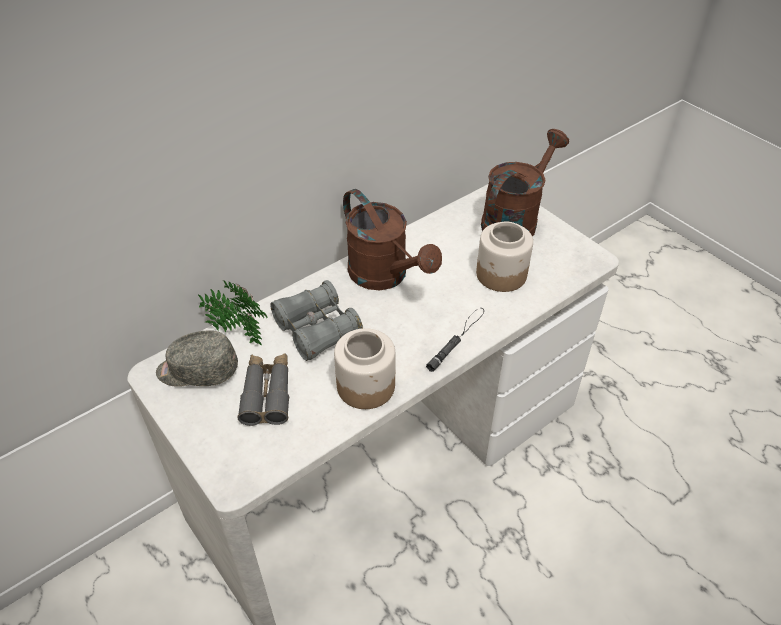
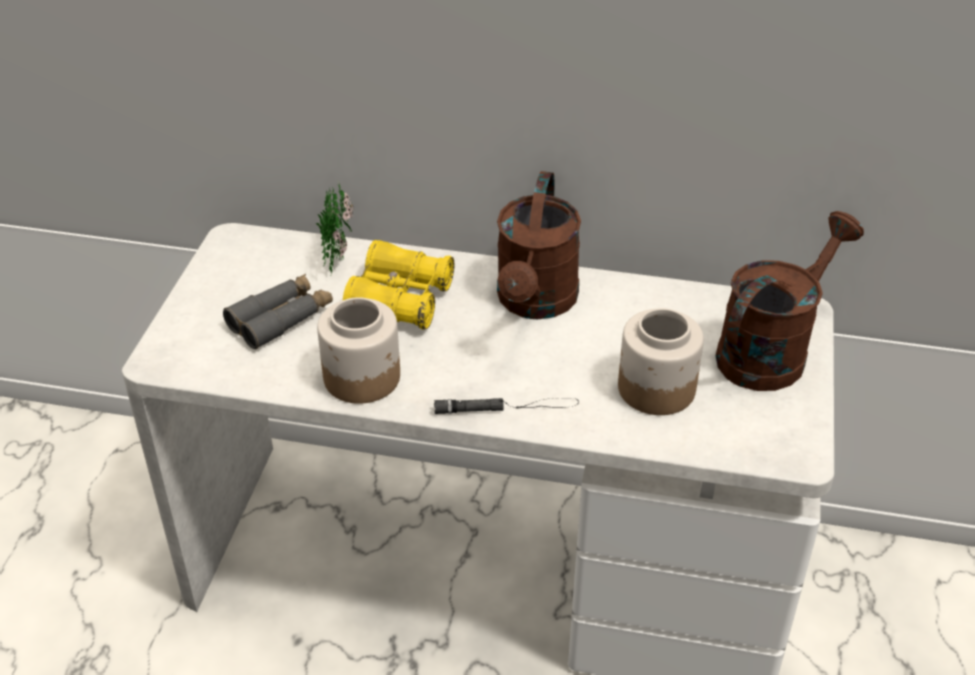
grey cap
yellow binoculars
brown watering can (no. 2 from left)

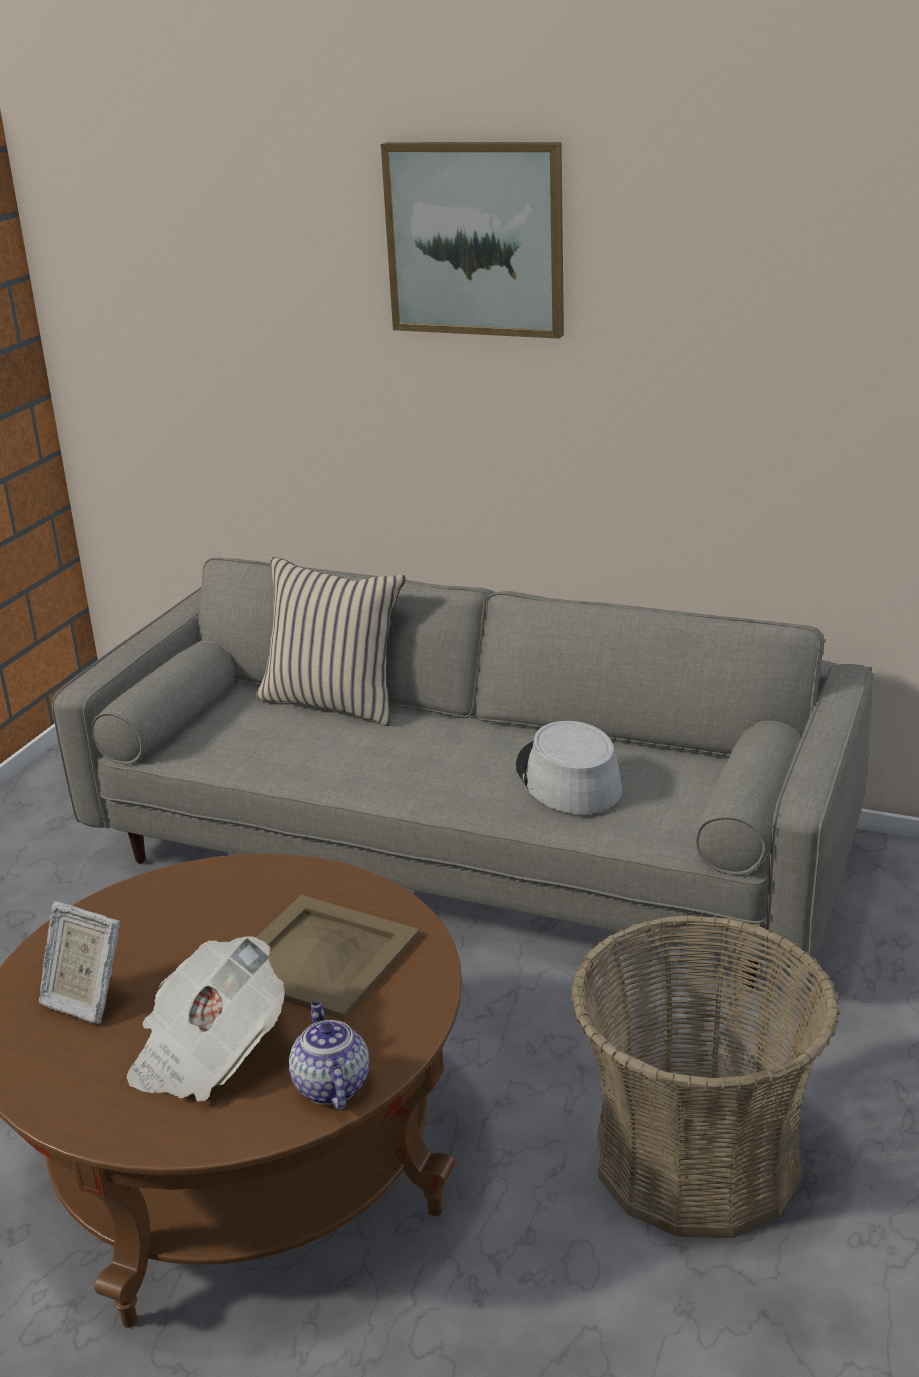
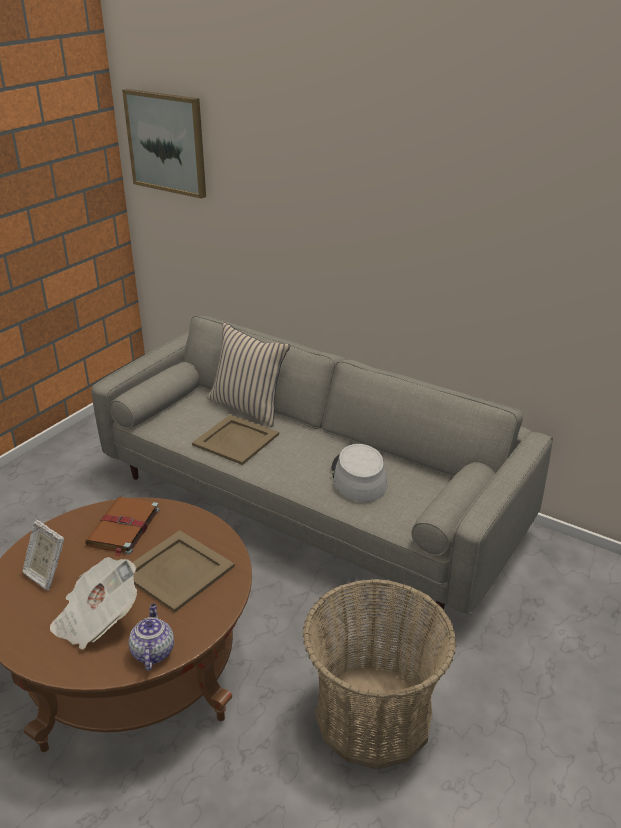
picture
brown book
beige tray (no. 2 from left)

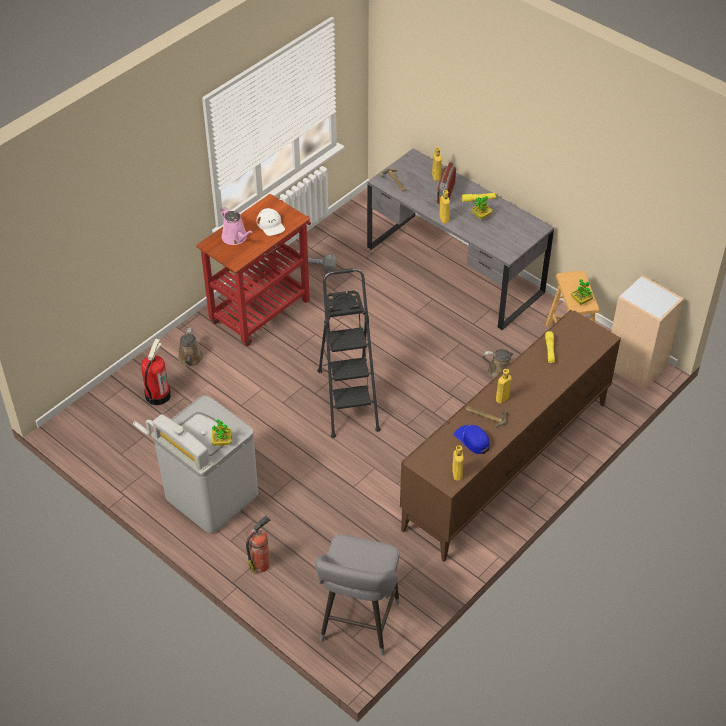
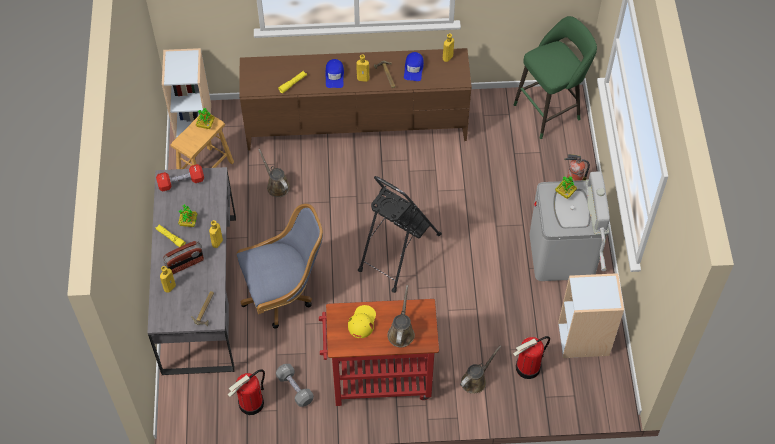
brown watering can (no. 2 from left)
yellow cap
green stool
red dumbbell
fire extinguisher (no. 1 from left)
blue office chair
blue cap (no. 1 from left)
bookcase (no. 2 from left)

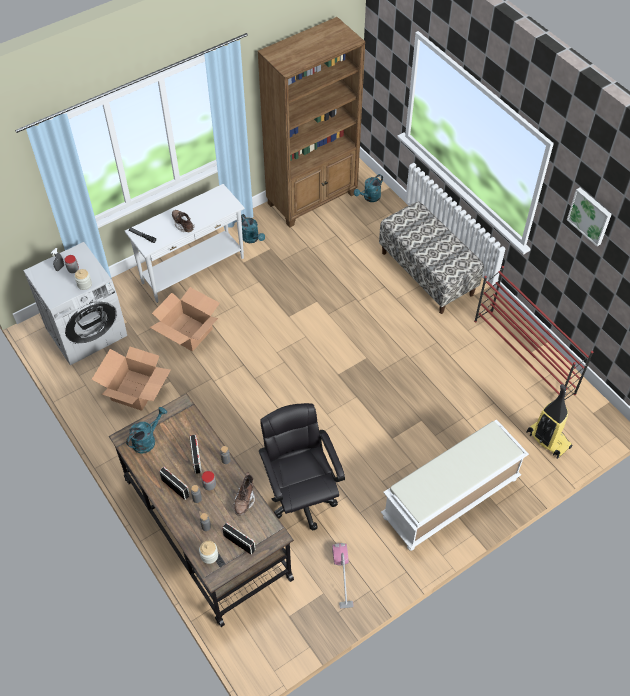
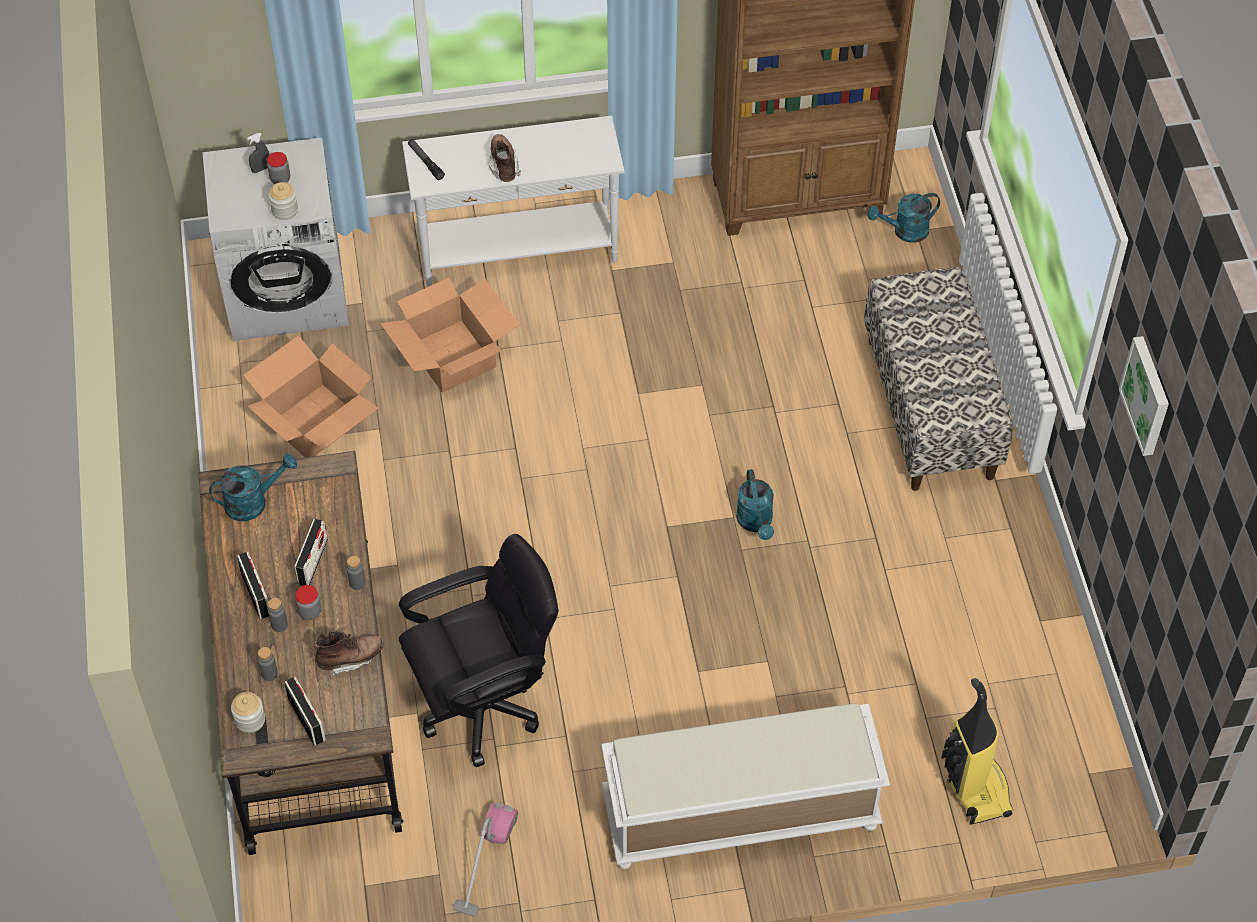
brown boot (no. 1 from left)
turquoise watering can (no. 2 from left)
black office chair
red shoe rack

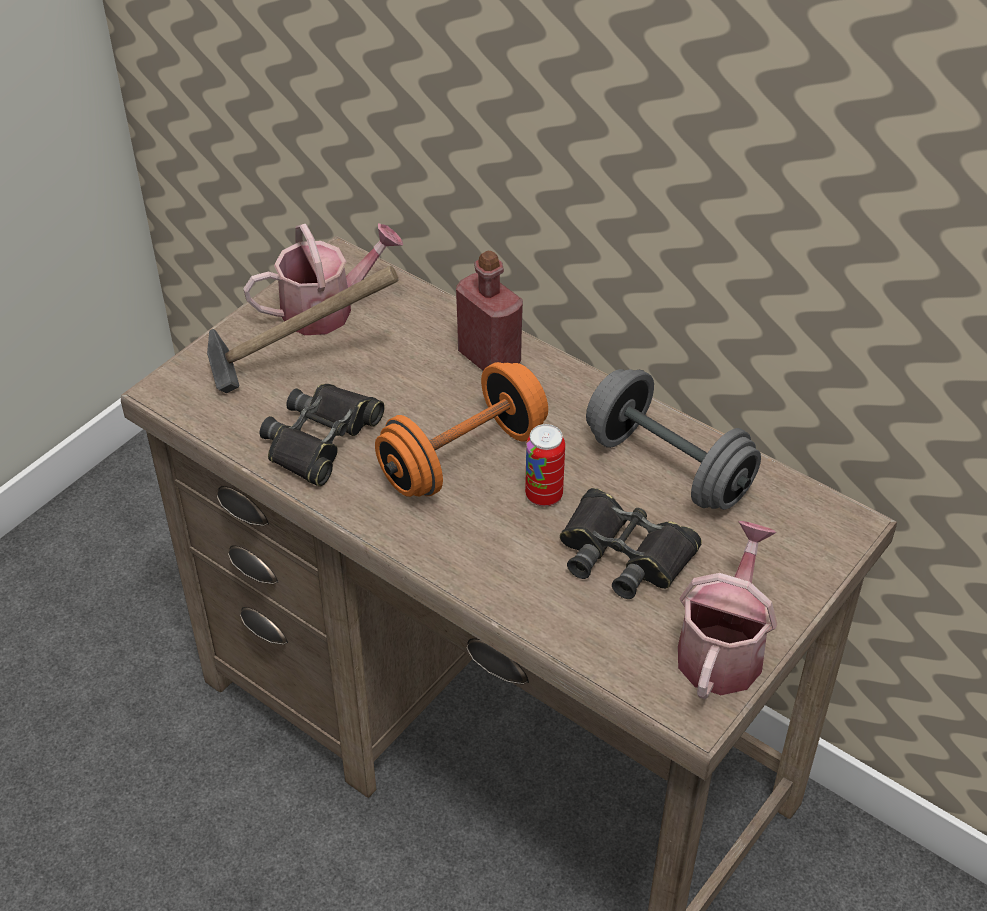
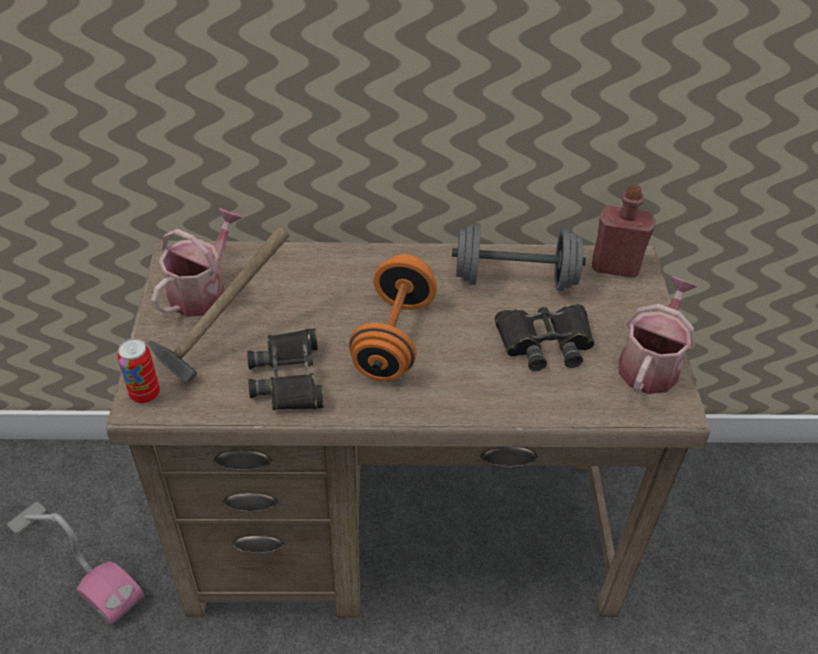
red bottle
can
watering can (no. 2 from left)
vacuum cleaner

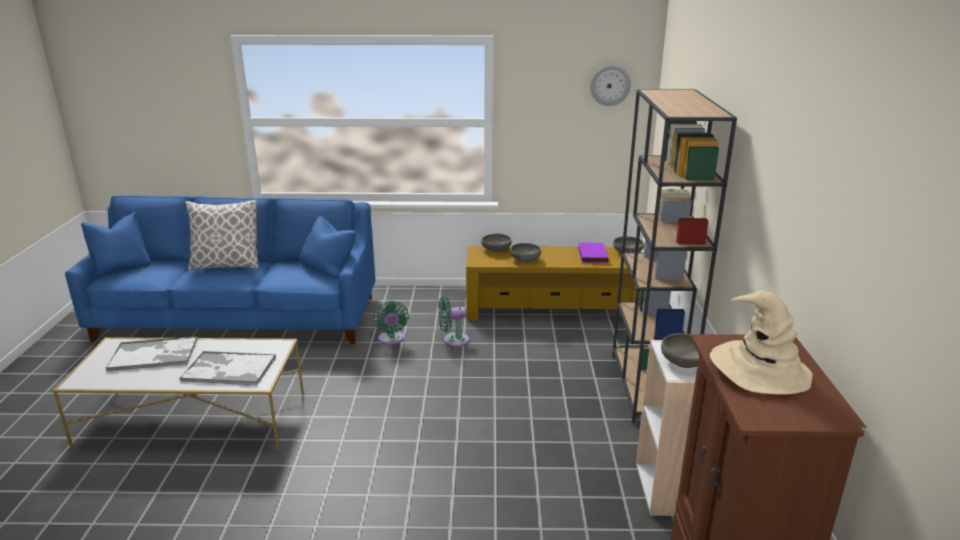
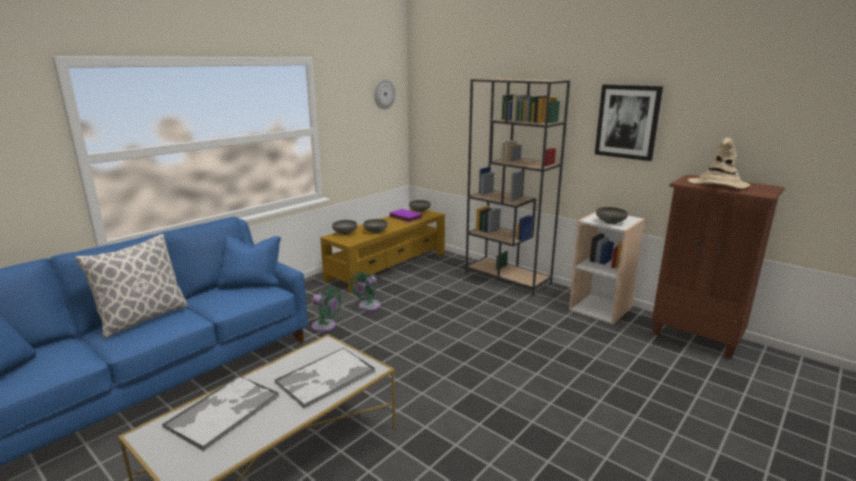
picture

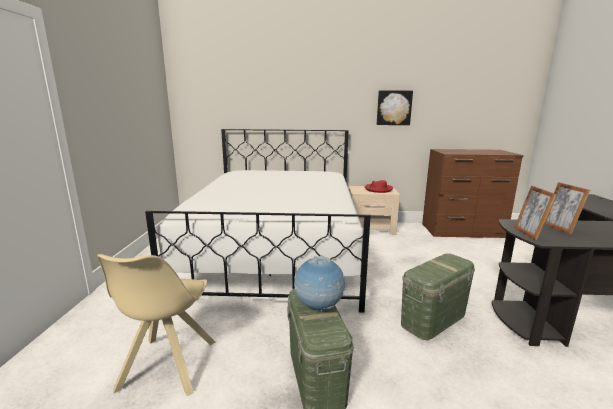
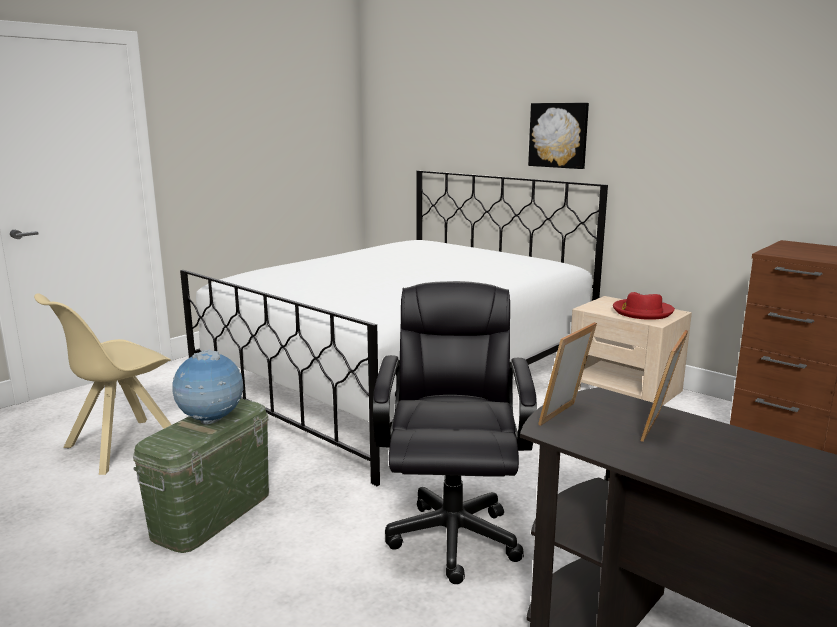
picture
black office chair

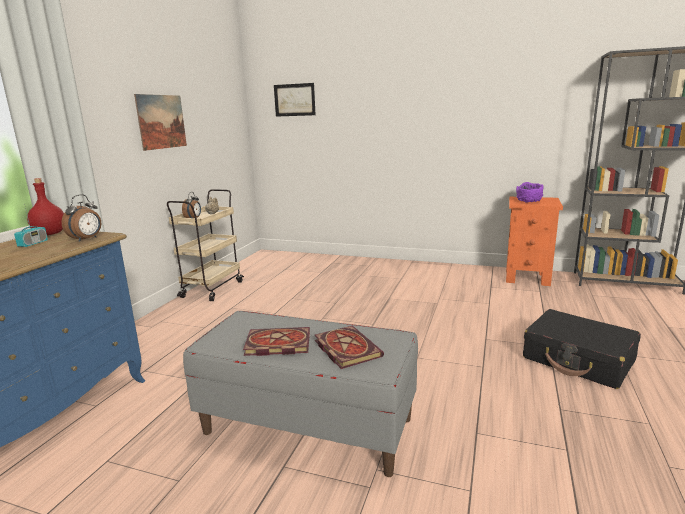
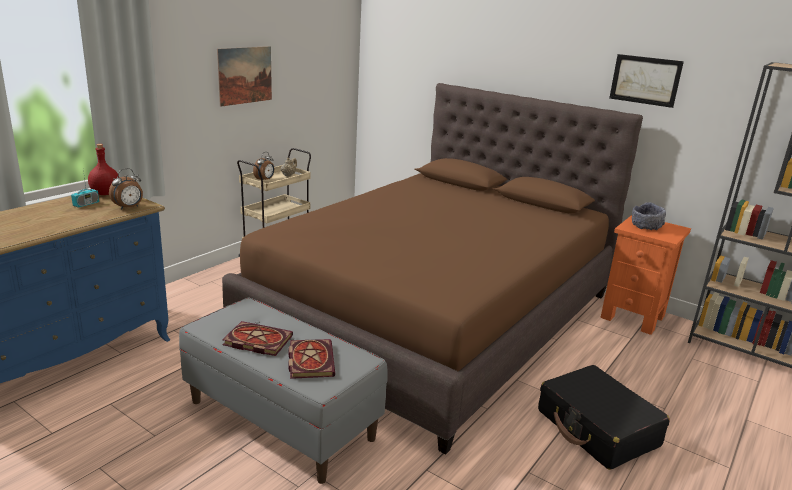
picture (no. 2 from left)
grey bowl
brown bed

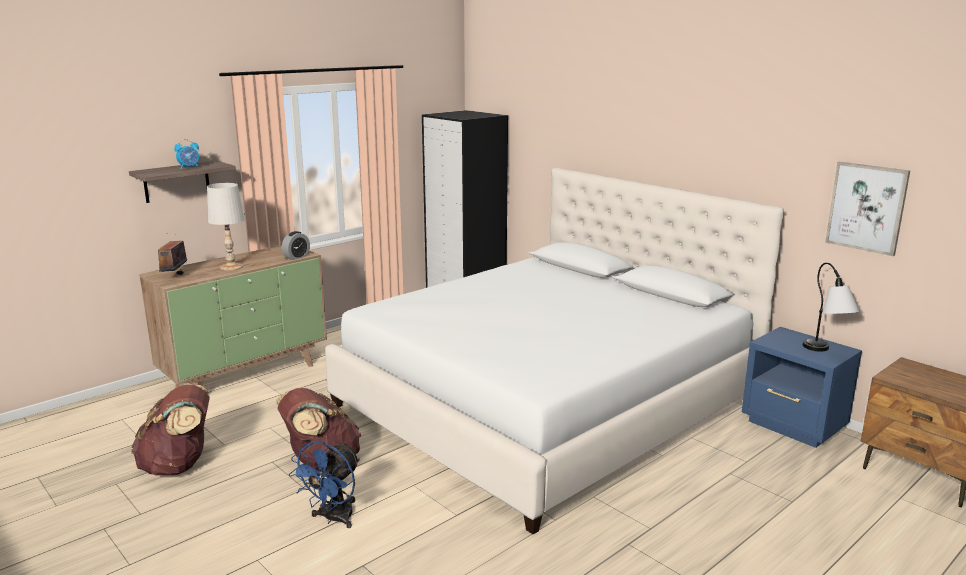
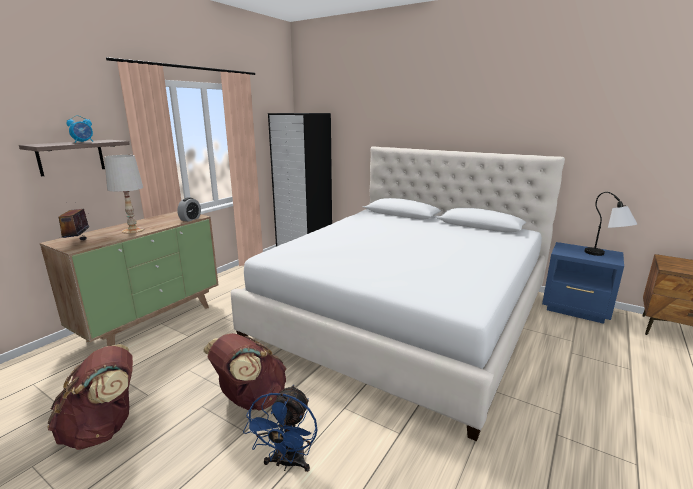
picture

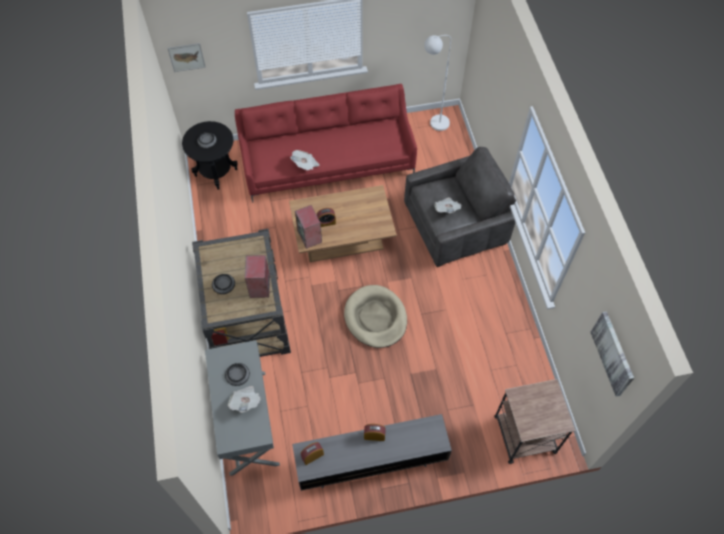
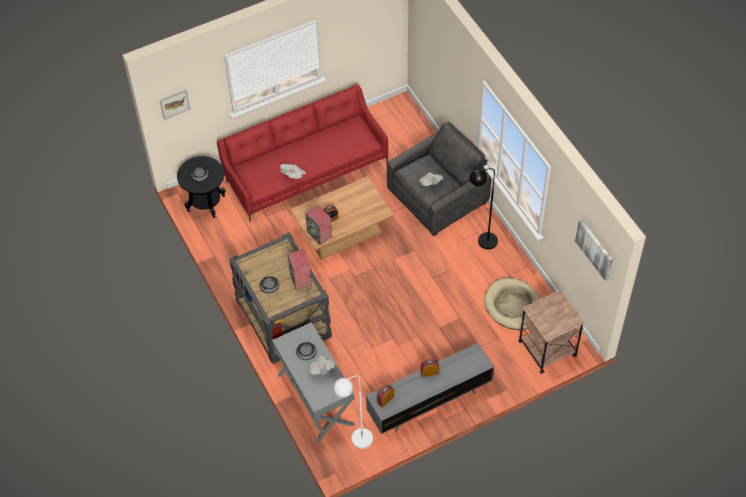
beige dog bed
white floor lamp
black floor lamp

